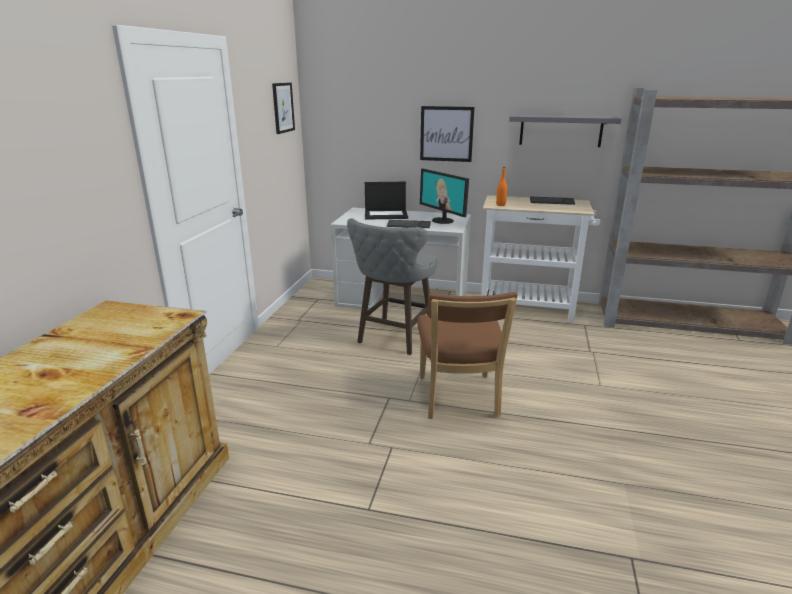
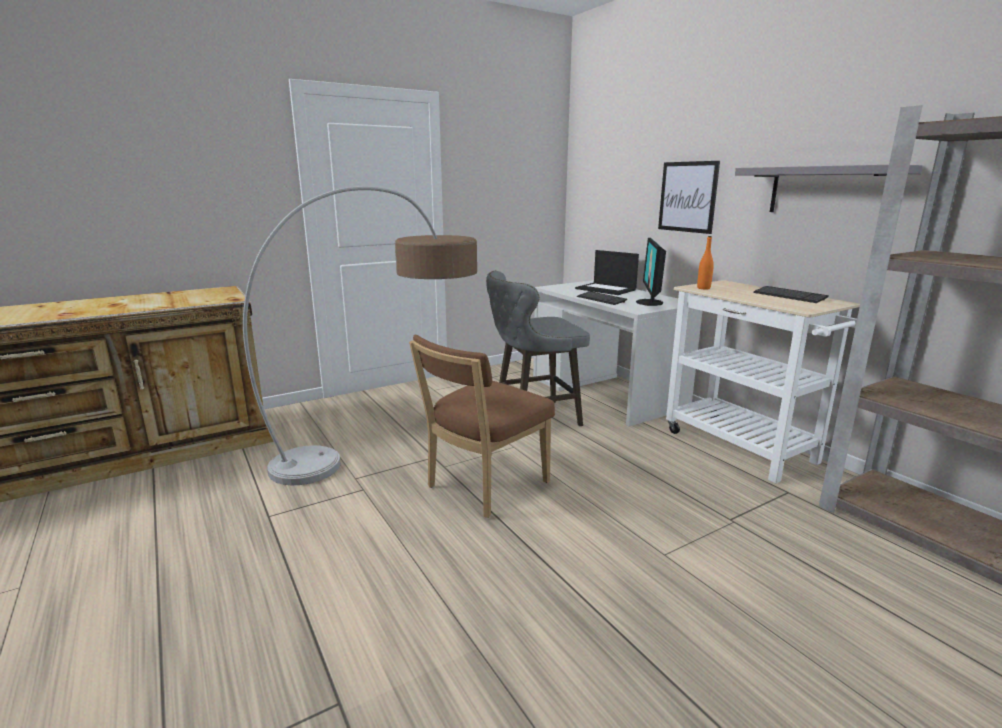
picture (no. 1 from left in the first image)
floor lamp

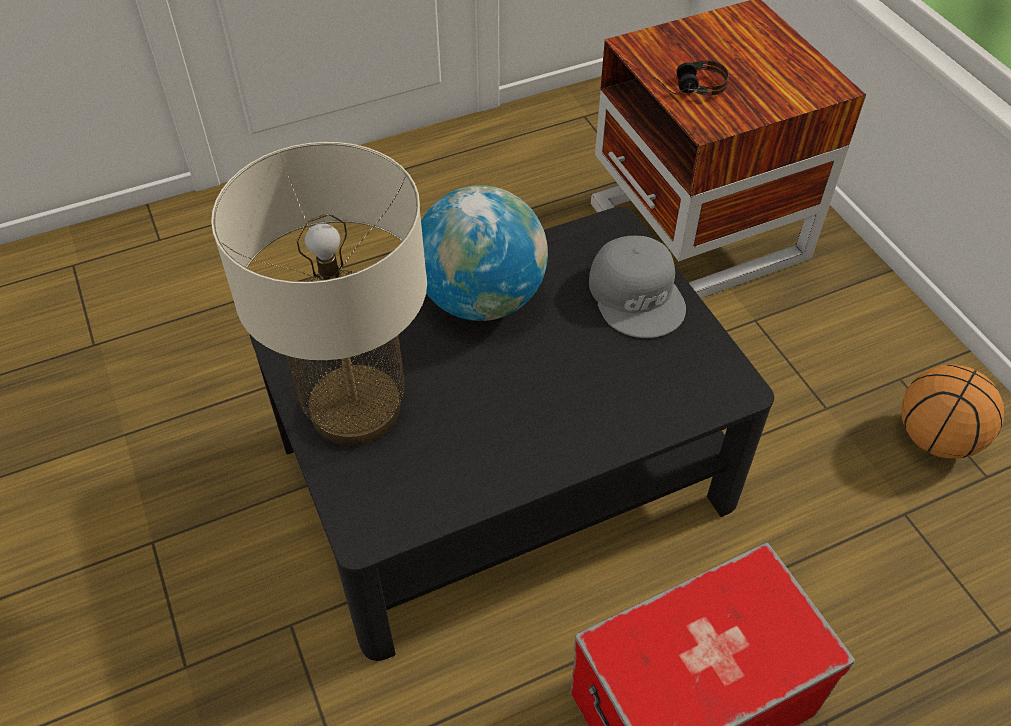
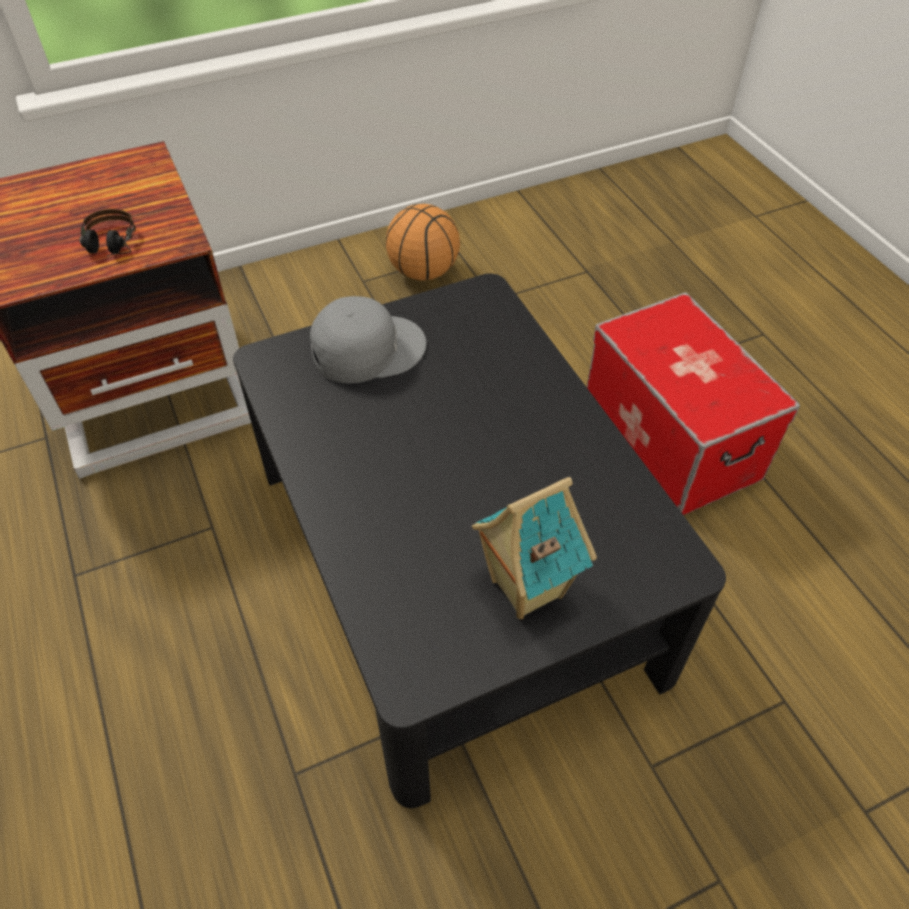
toy house
globe

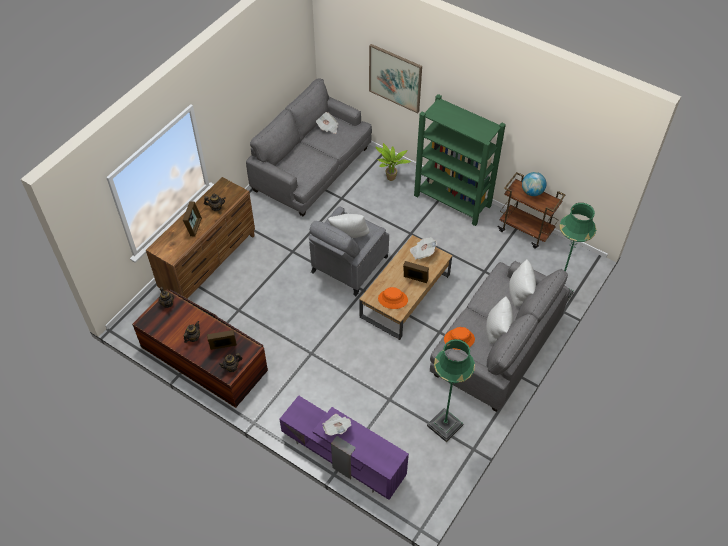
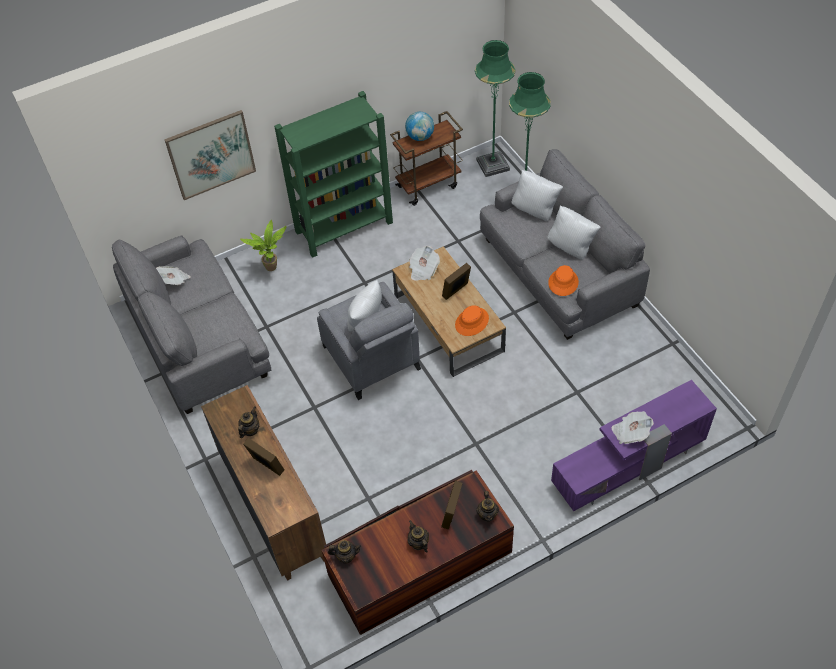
green floor lamp (no. 1 from left)

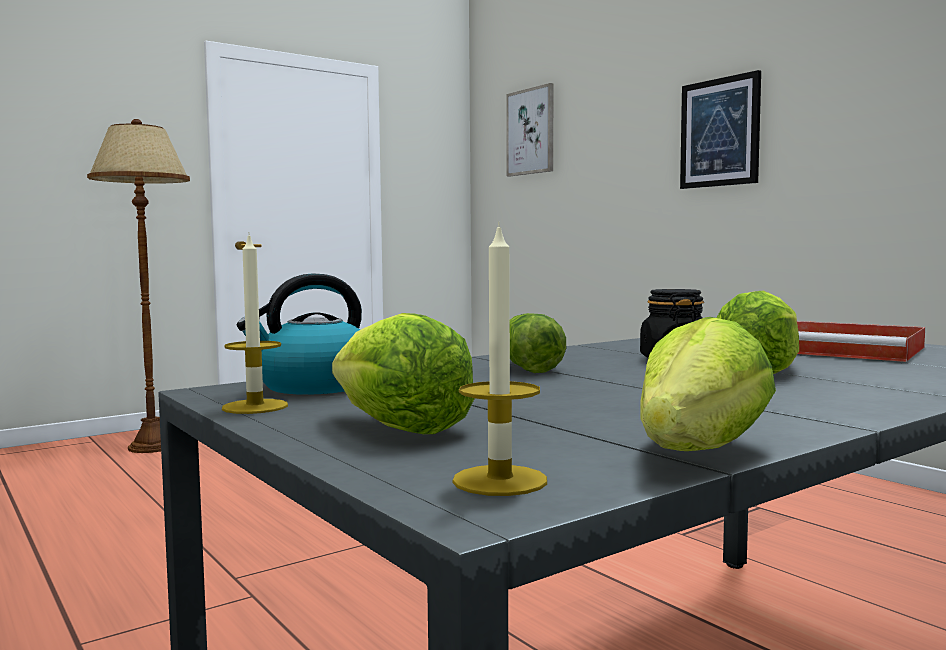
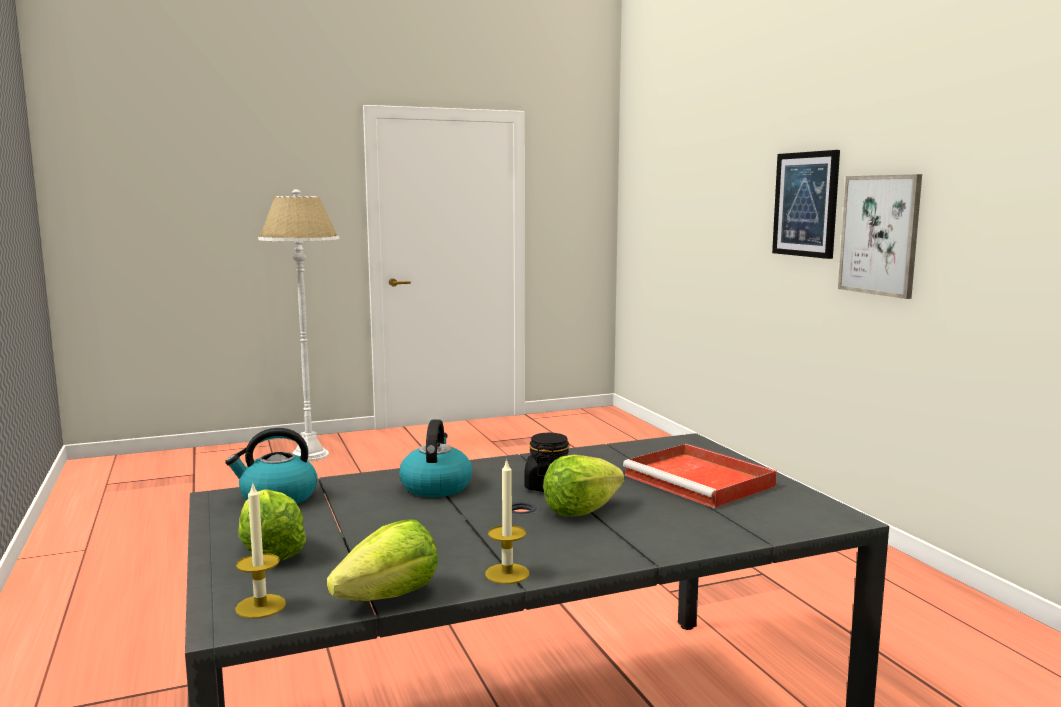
white floor lamp
candle (no. 2 from left)
picture (no. 2 from left)
kettle (no. 2 from left)

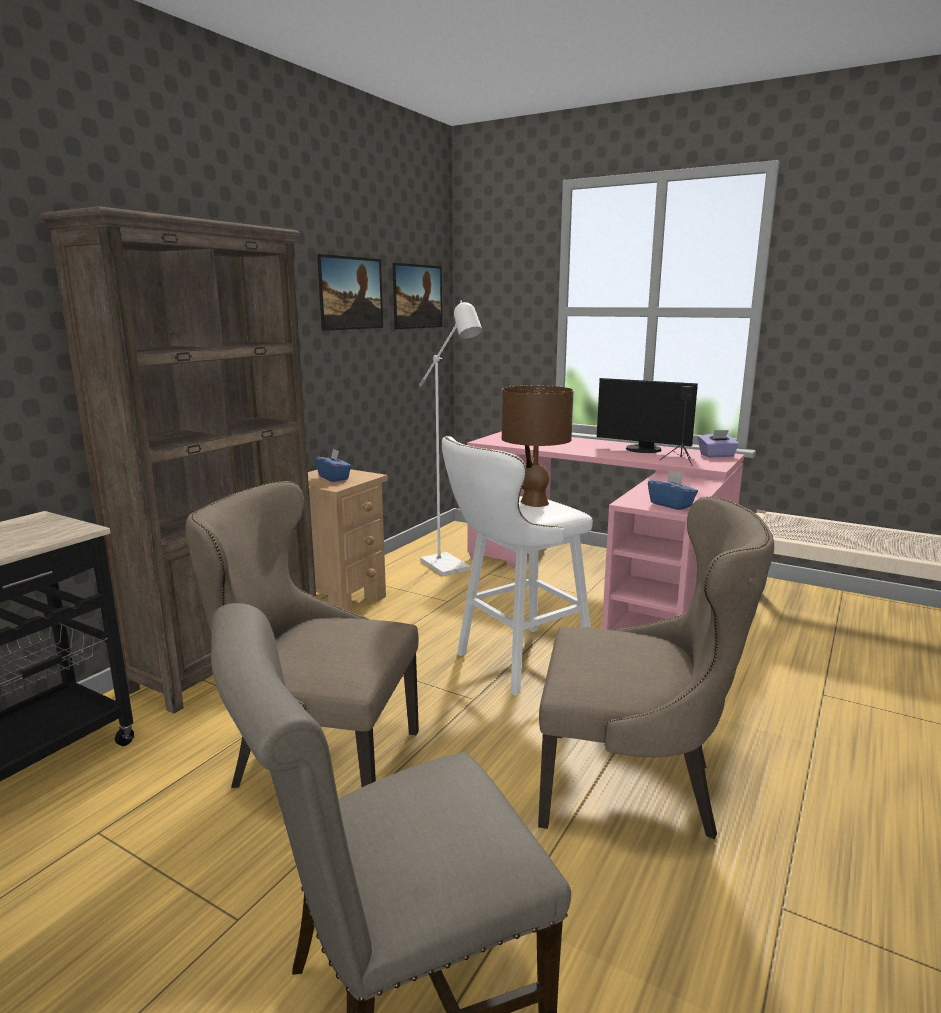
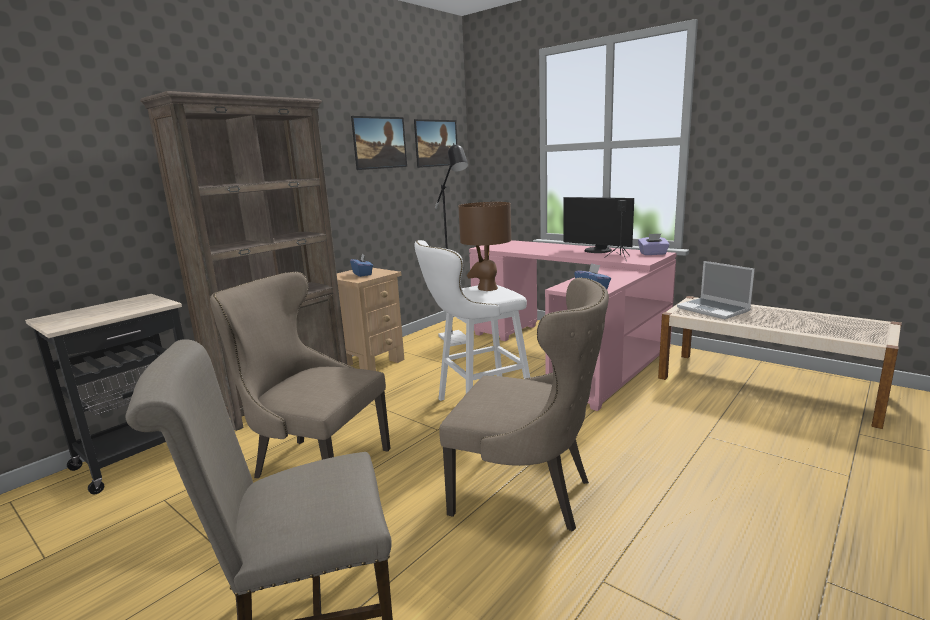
black floor lamp
laptop

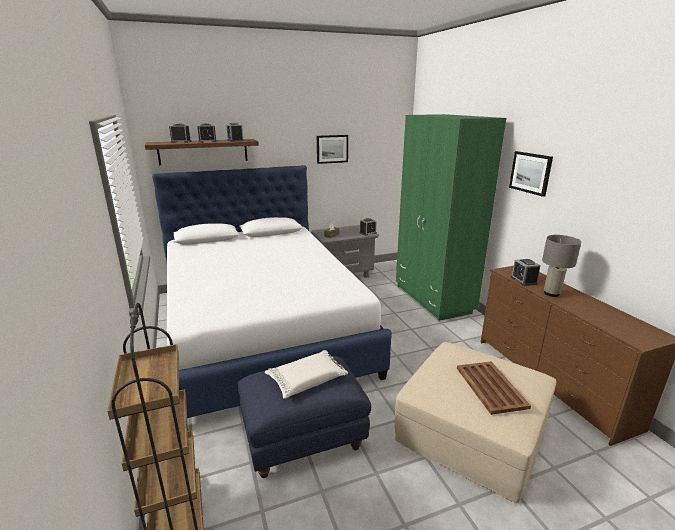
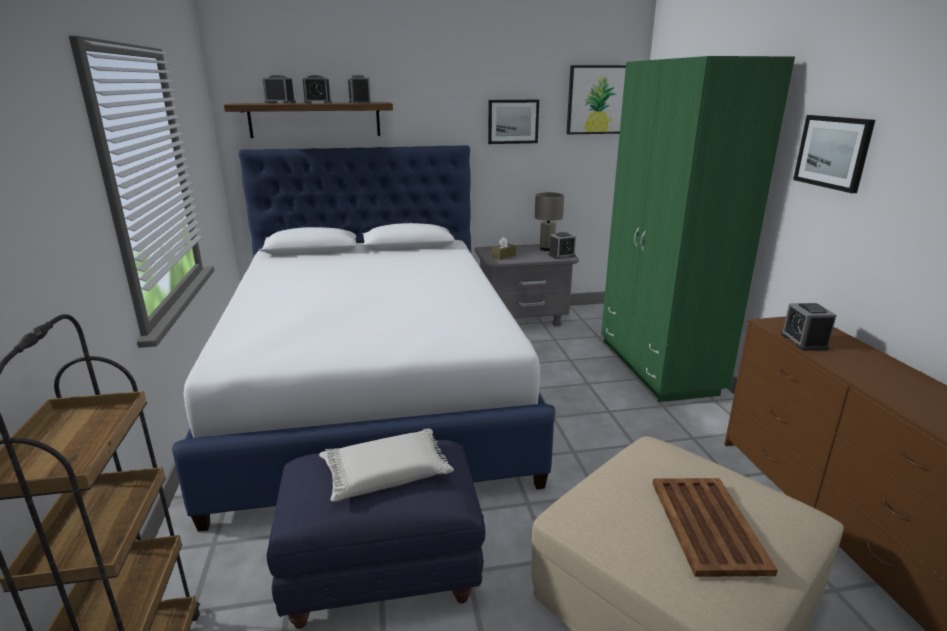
grey table lamp
picture (no. 2 from left)

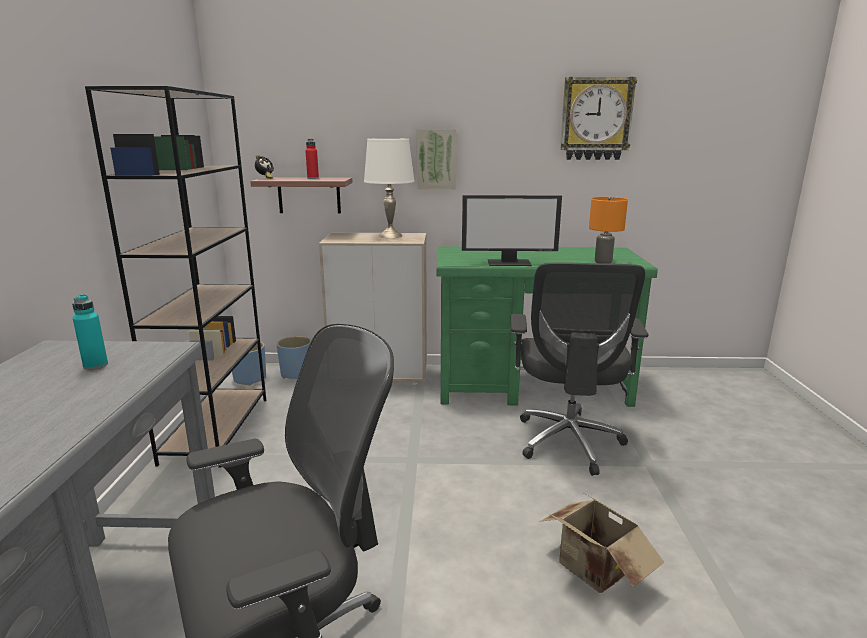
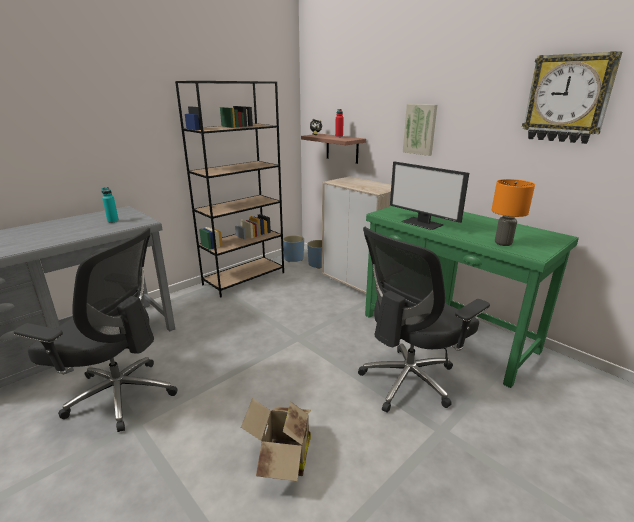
white table lamp

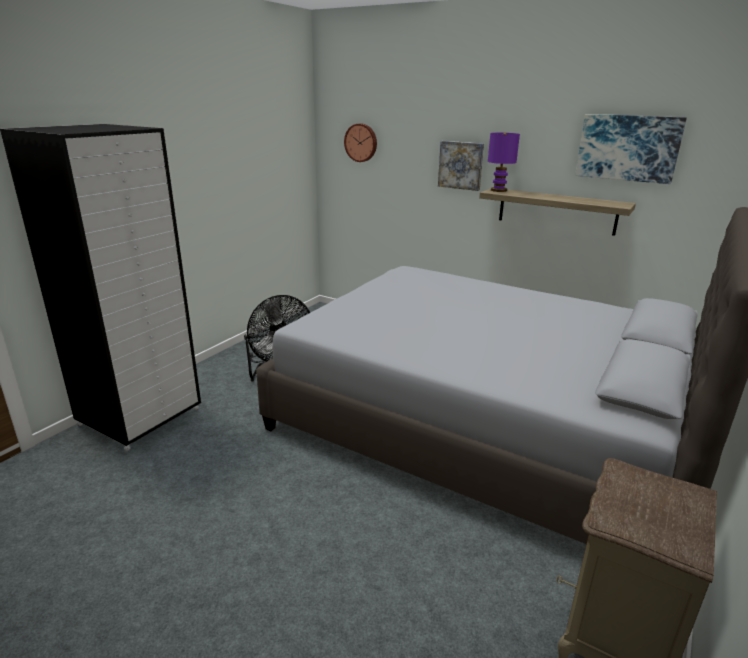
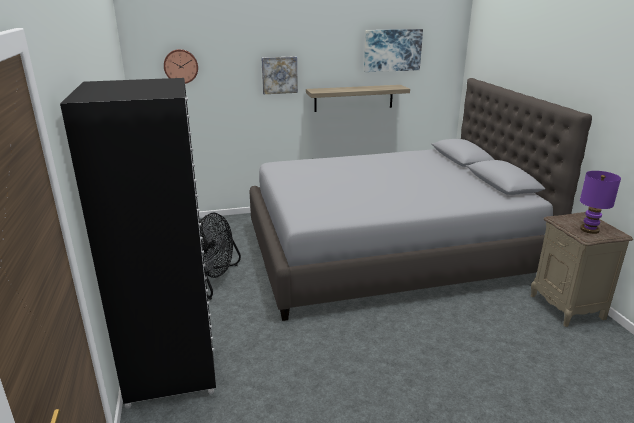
purple table lamp

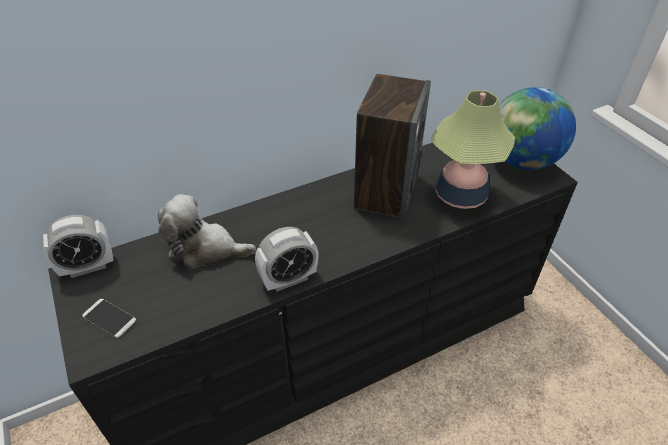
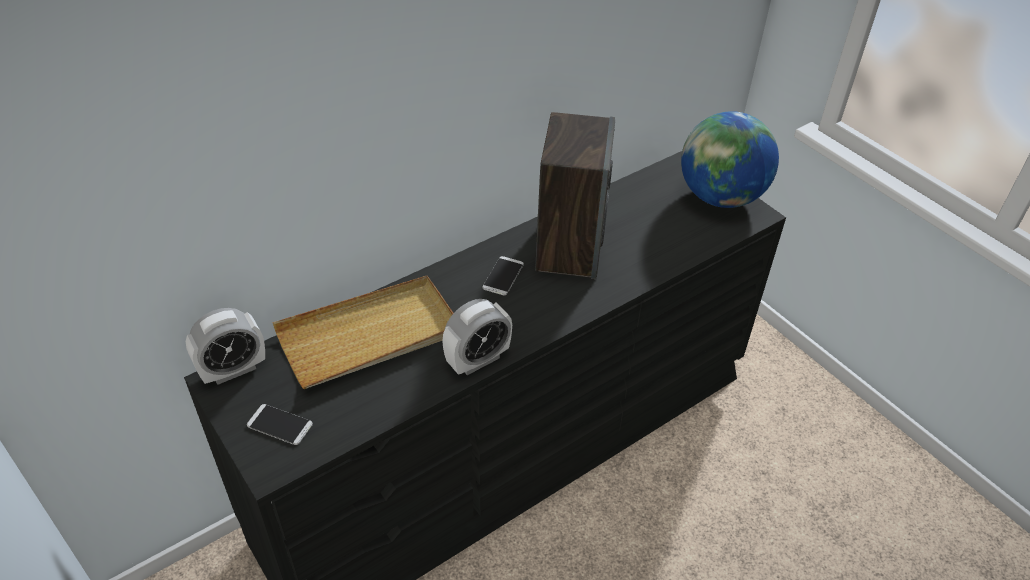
beige tray
table lamp
phone (no. 2 from left)

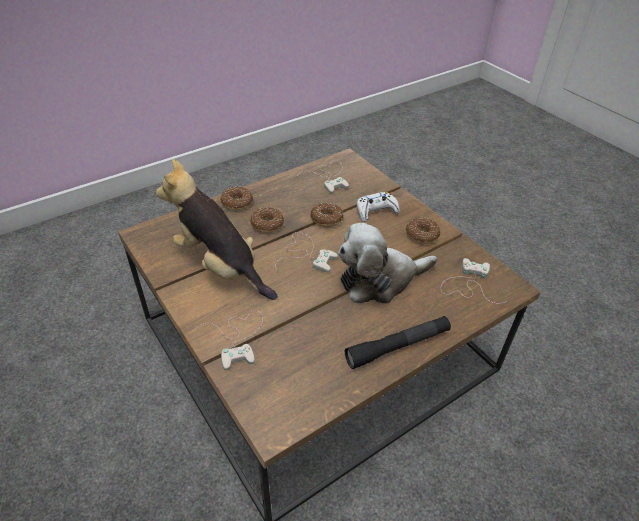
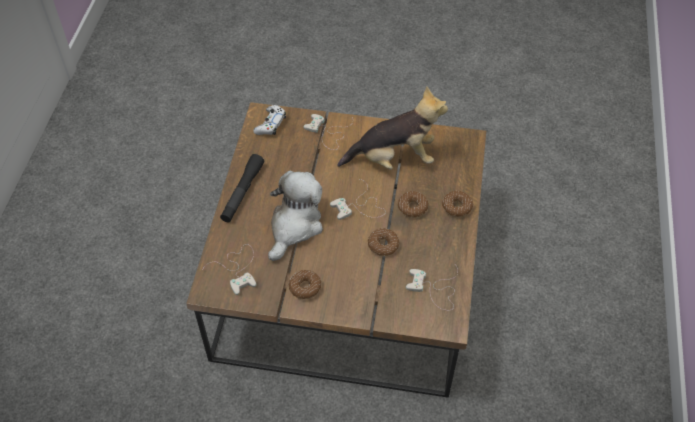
white game controller (no. 2 from left)

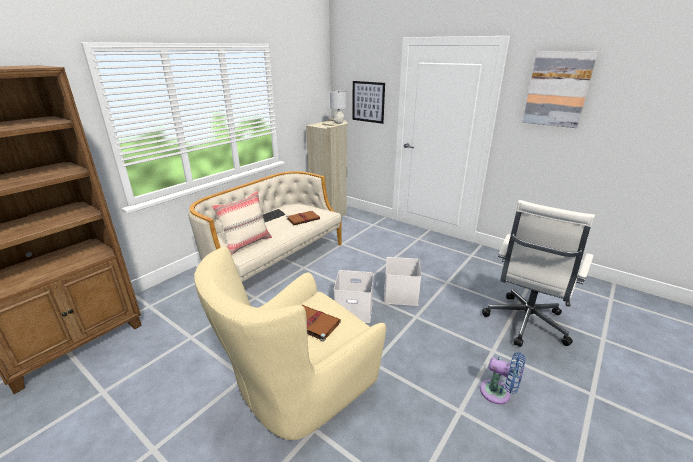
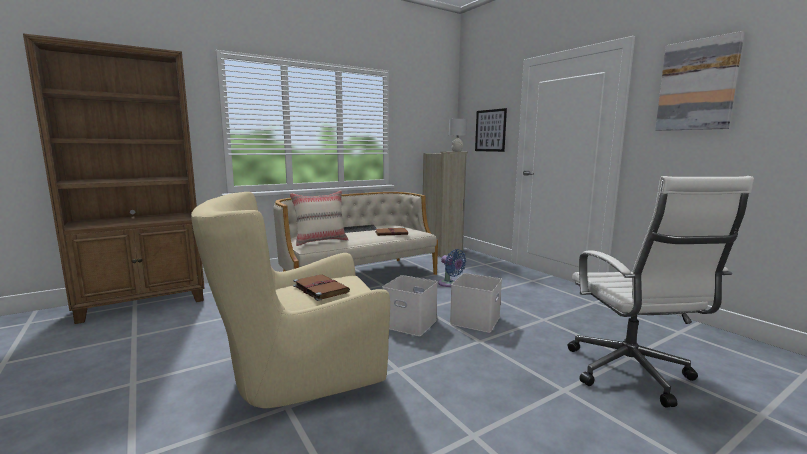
blue fan
white office chair

